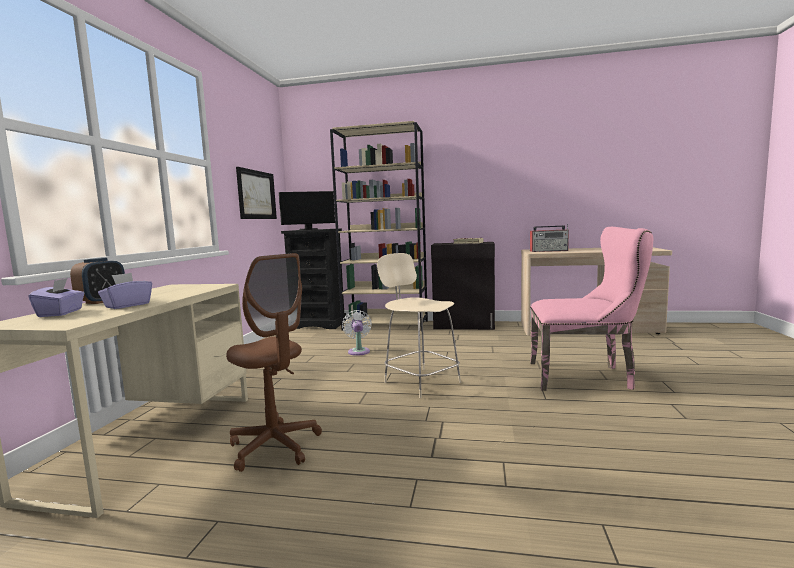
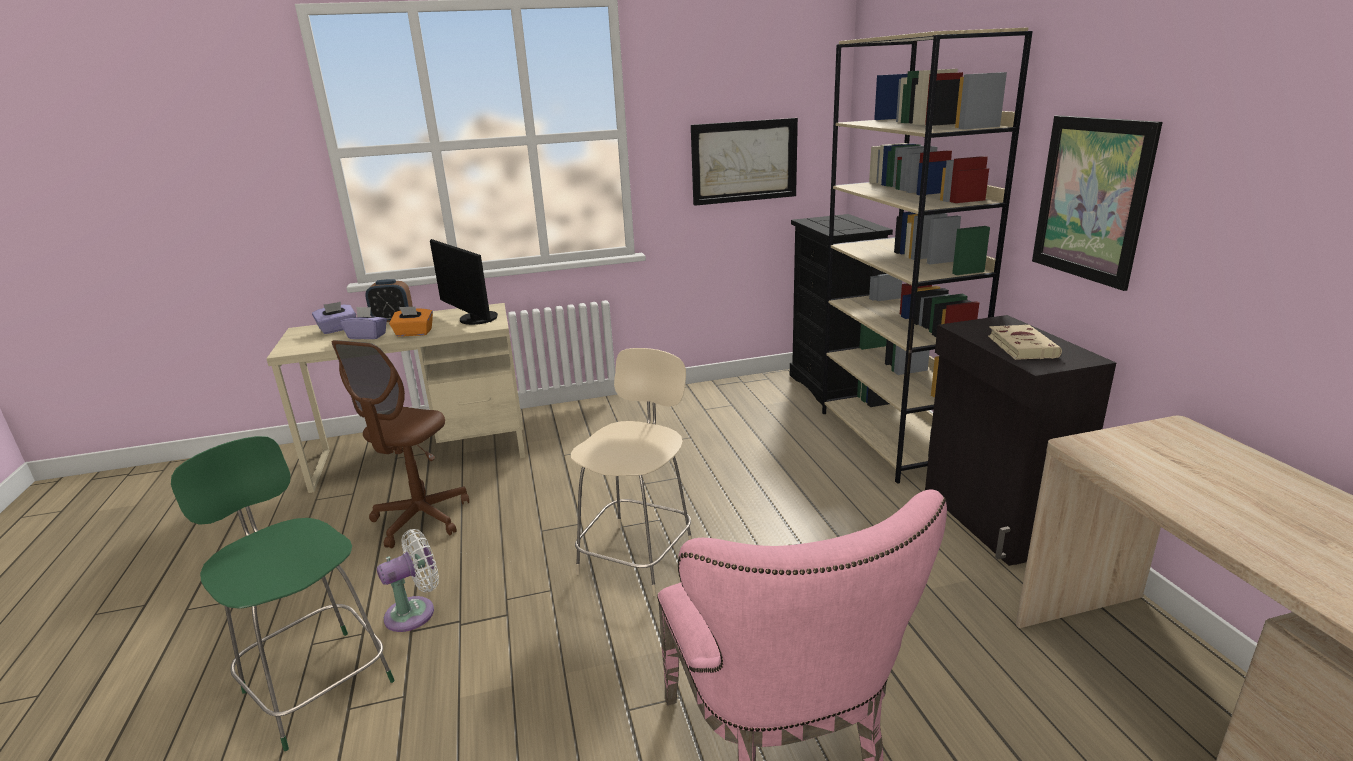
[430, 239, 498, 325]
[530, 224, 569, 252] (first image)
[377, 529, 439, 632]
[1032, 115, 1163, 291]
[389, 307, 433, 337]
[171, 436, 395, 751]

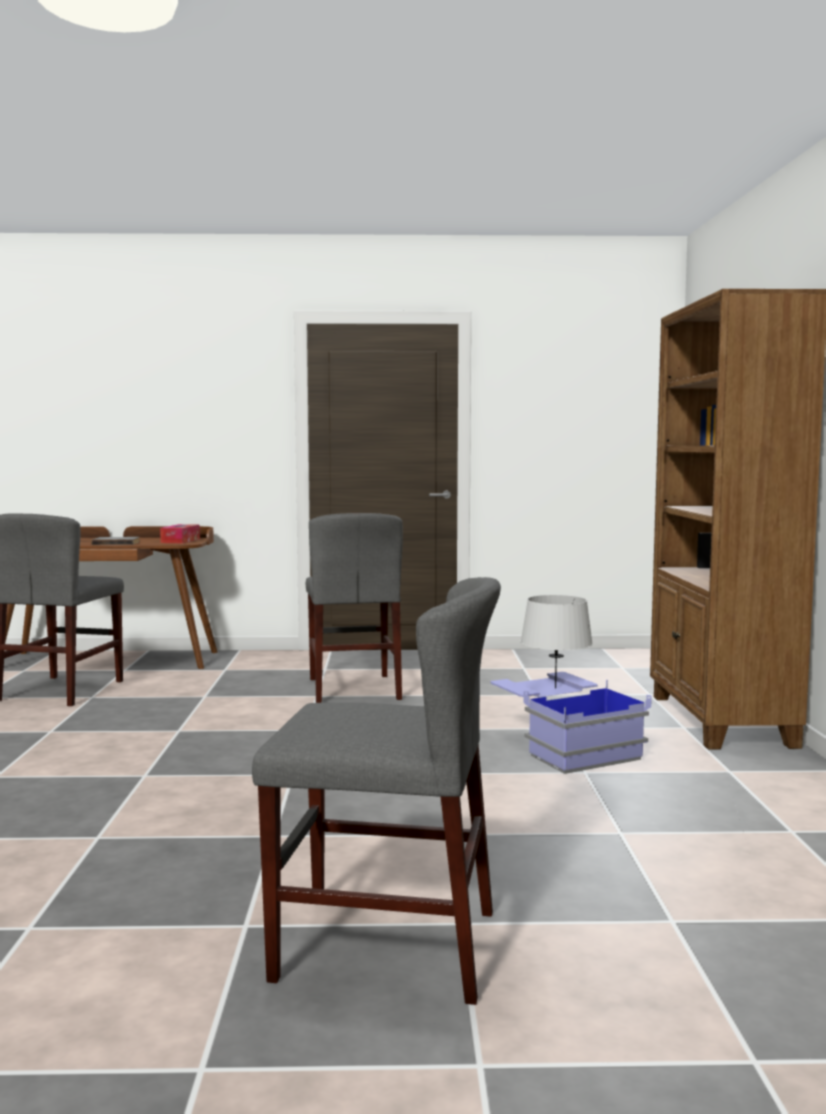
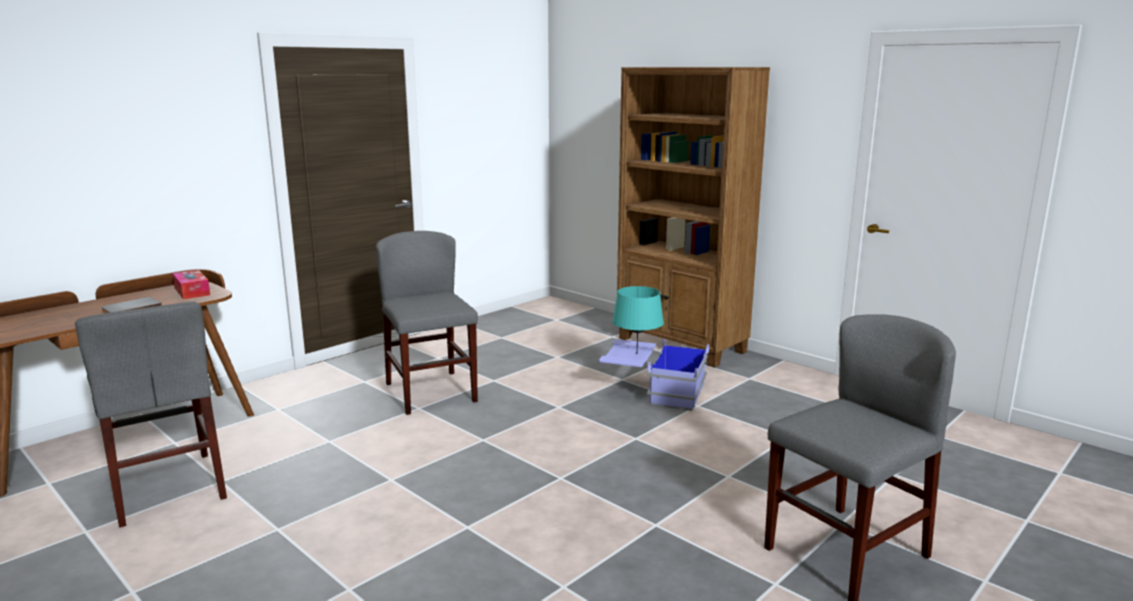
[376, 231, 478, 415]
[612, 286, 664, 351]

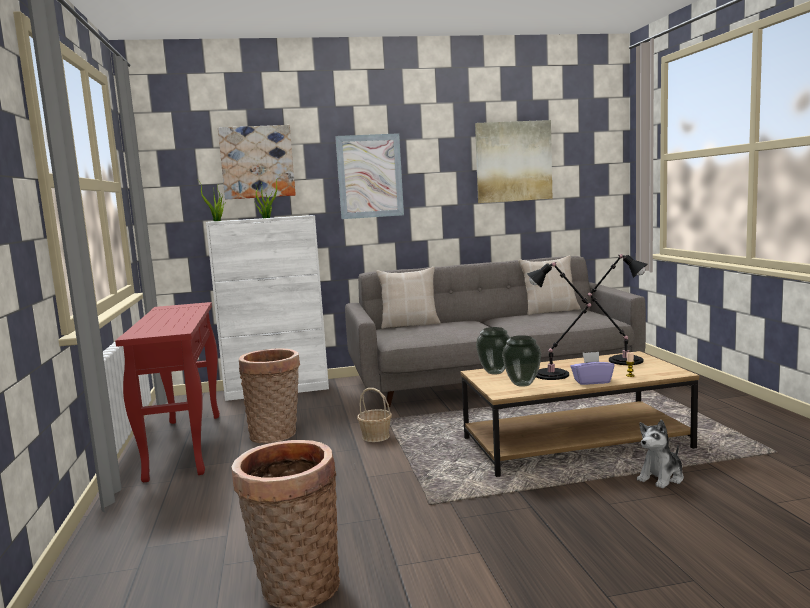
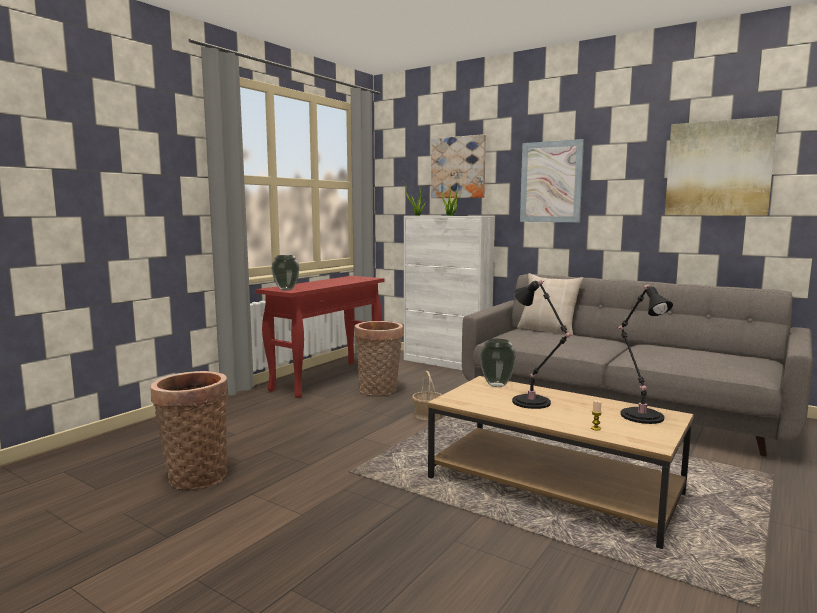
[518, 255, 581, 315] (first image)
[271, 255, 300, 291]
[570, 352, 615, 385] (first image)
[637, 420, 684, 489] (first image)

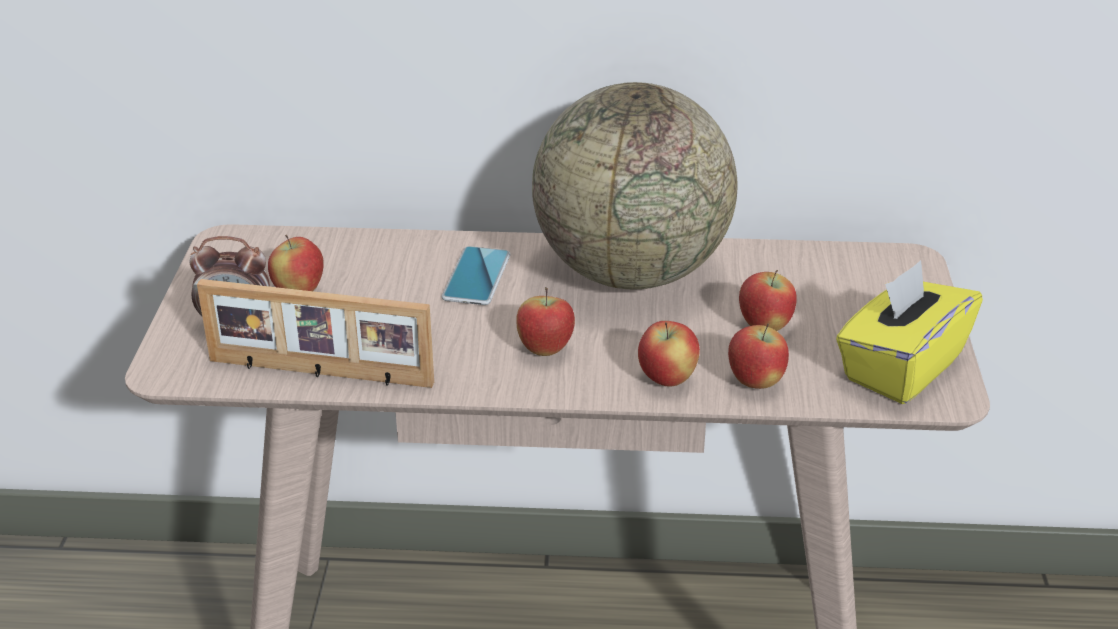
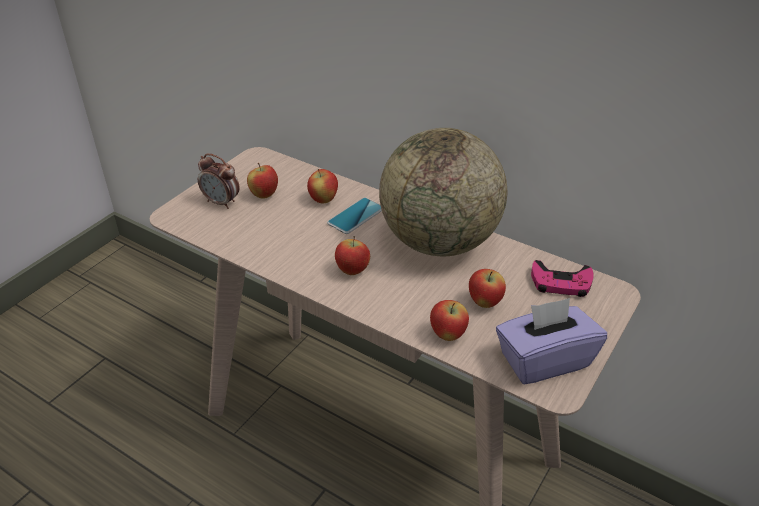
[496, 298, 607, 385]
[197, 279, 434, 388] (first image)
[307, 169, 338, 203]
[531, 260, 594, 297]

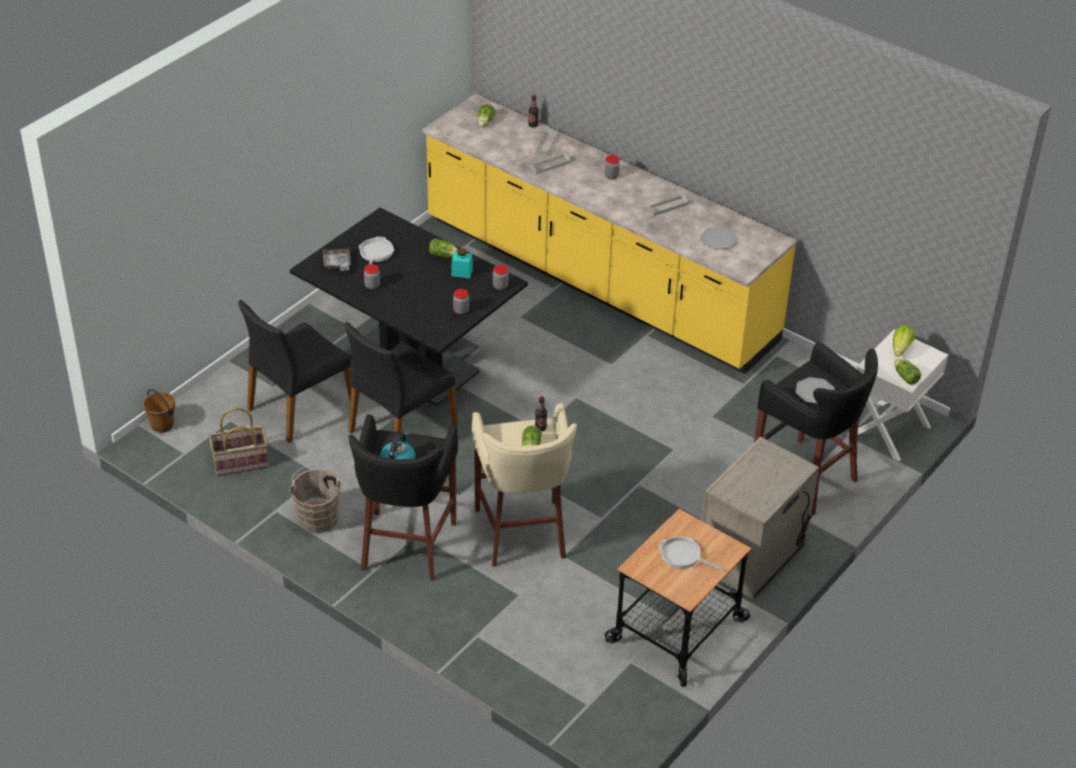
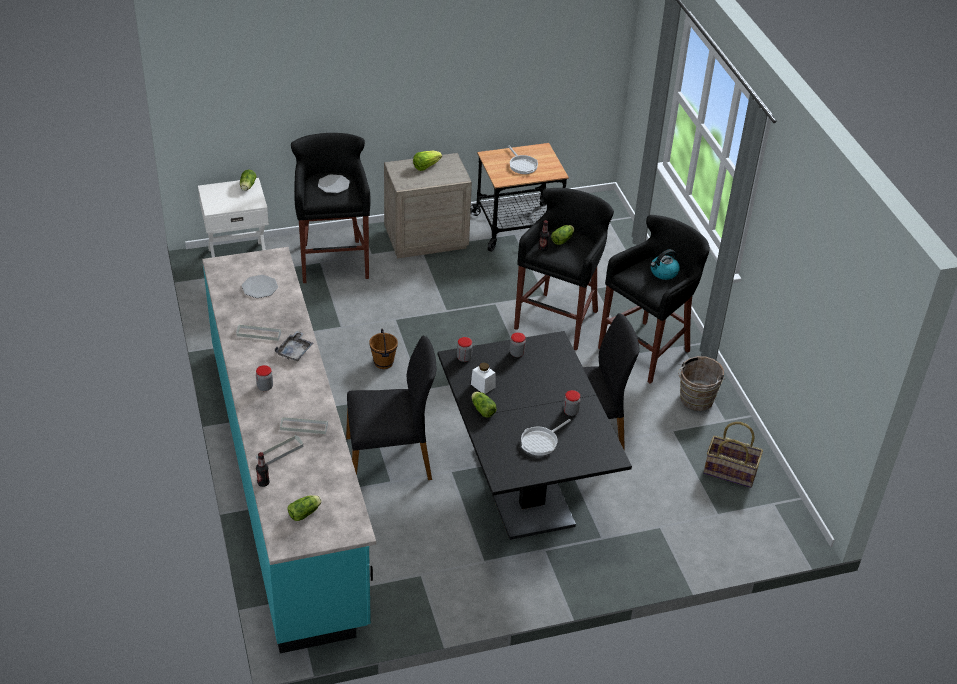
[202, 247, 376, 653]
[275, 331, 313, 361]
[471, 362, 495, 394]
[346, 336, 437, 480]
[413, 151, 442, 171]
[369, 329, 398, 369]
[514, 188, 614, 351]

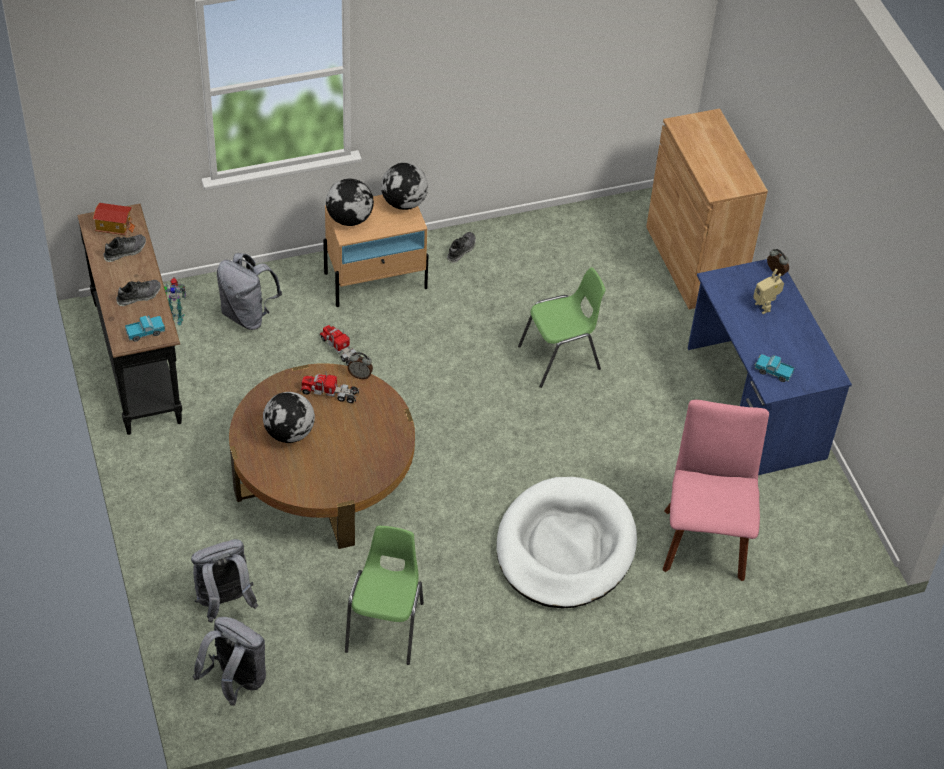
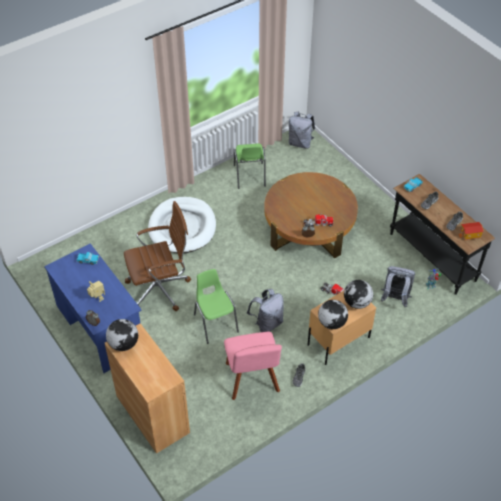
[194, 269, 239, 344]
[106, 319, 138, 351]
[224, 332, 282, 400]
[247, 289, 284, 332]
[124, 201, 191, 311]

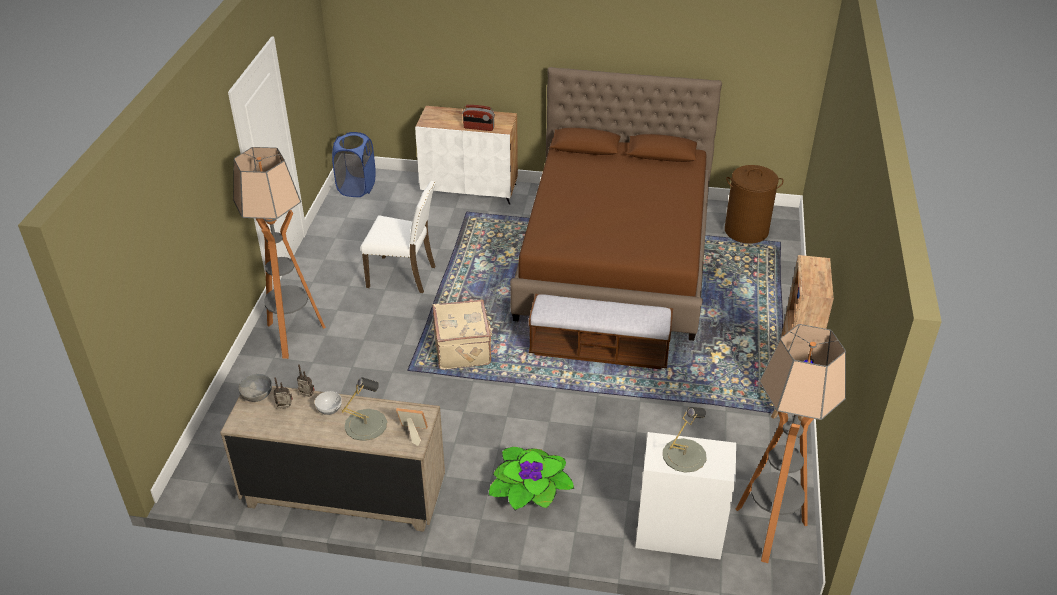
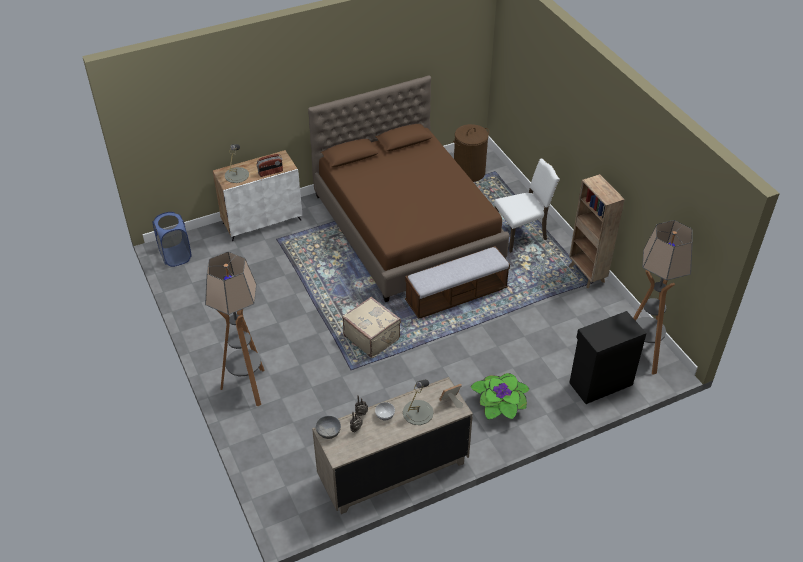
[494, 158, 560, 253]
[225, 144, 249, 183]
[569, 311, 647, 404]

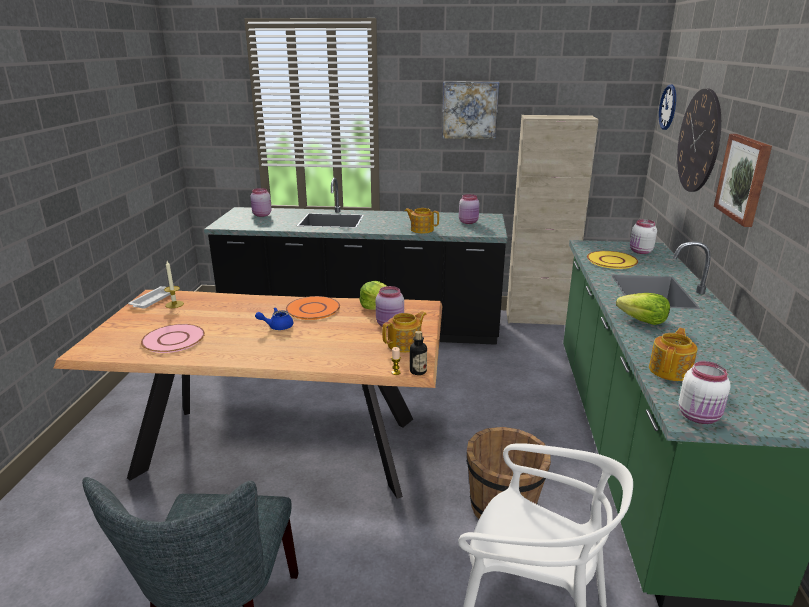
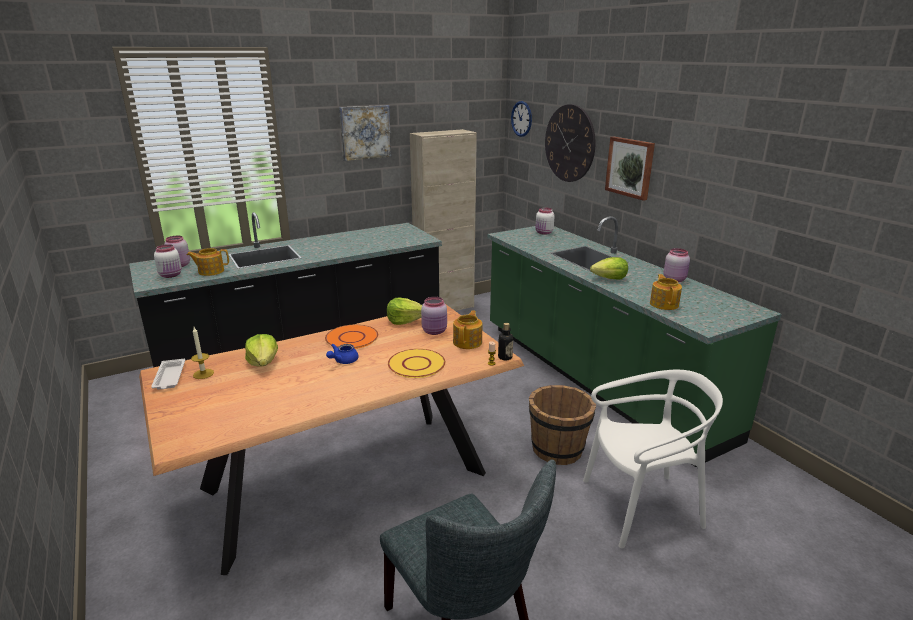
[664, 248, 690, 282]
[187, 248, 229, 276]
[388, 349, 445, 378]
[141, 324, 205, 353] (first image)
[154, 244, 182, 278]
[245, 334, 278, 367]

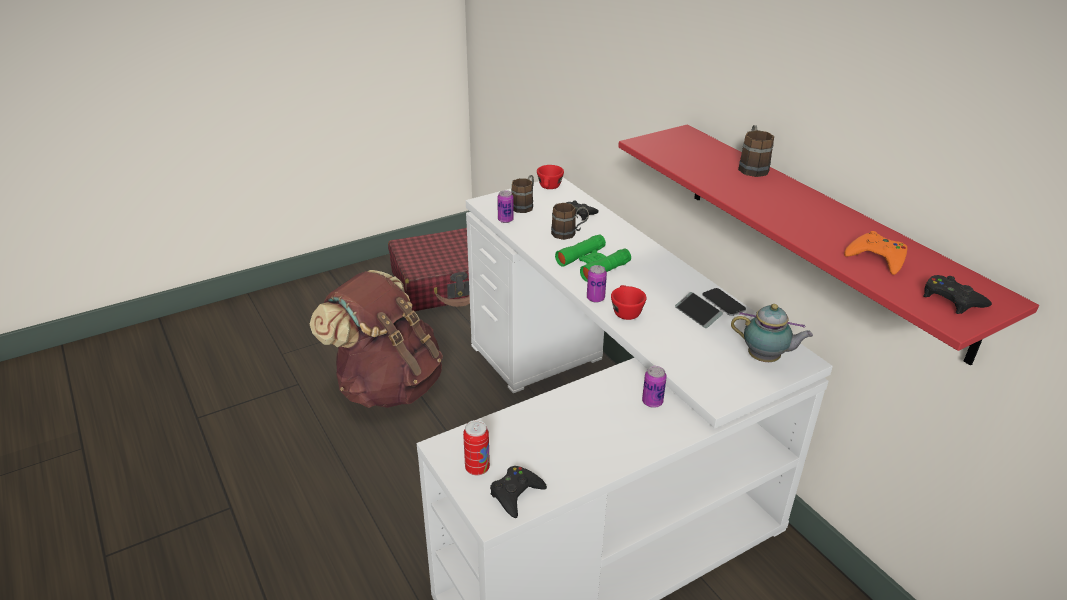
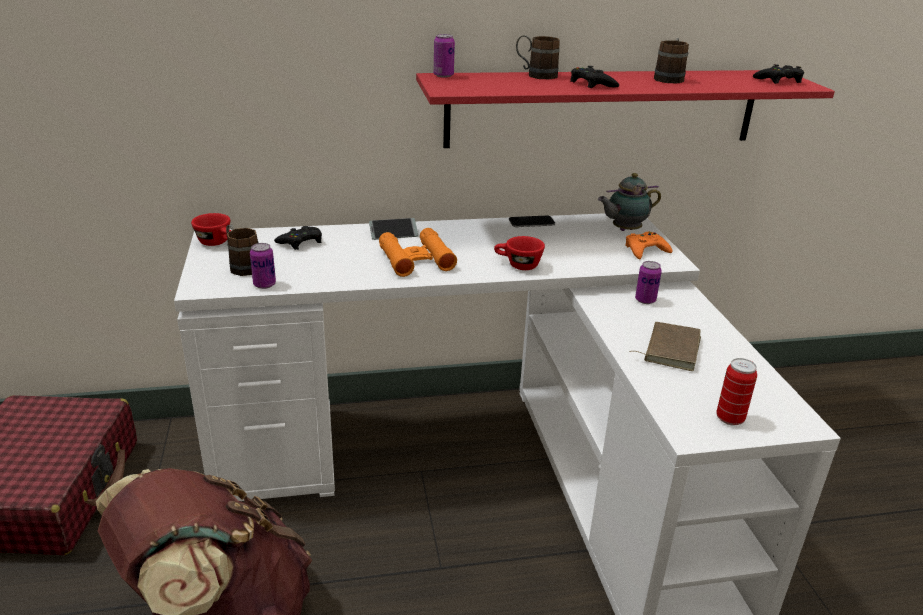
[654, 38, 689, 83]
[625, 232, 672, 259]
[379, 228, 457, 277]
[434, 34, 455, 78]
[369, 218, 418, 240]
[598, 173, 661, 231]
[570, 66, 619, 88]
[630, 322, 701, 371]

